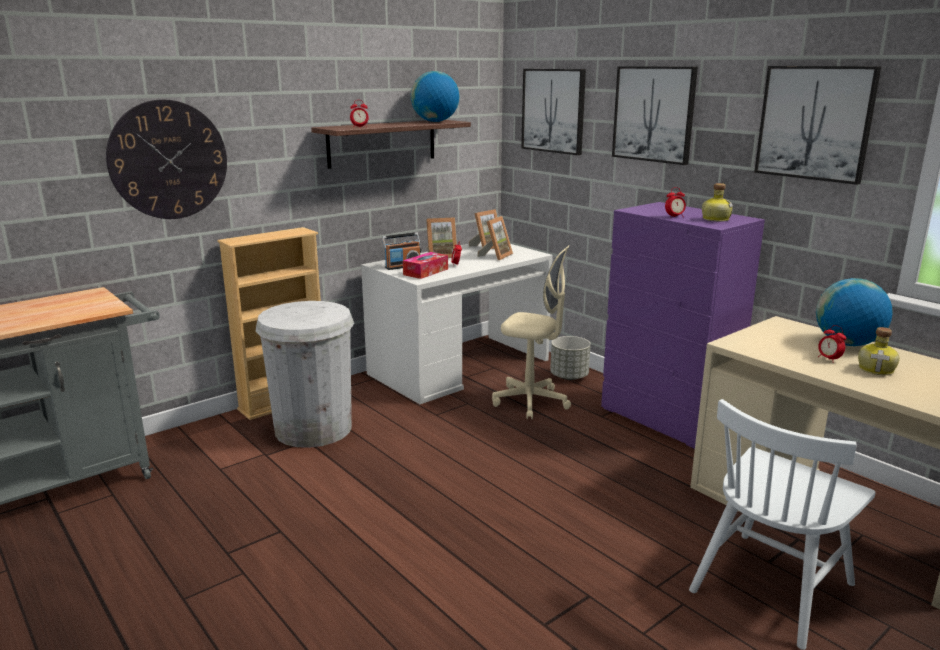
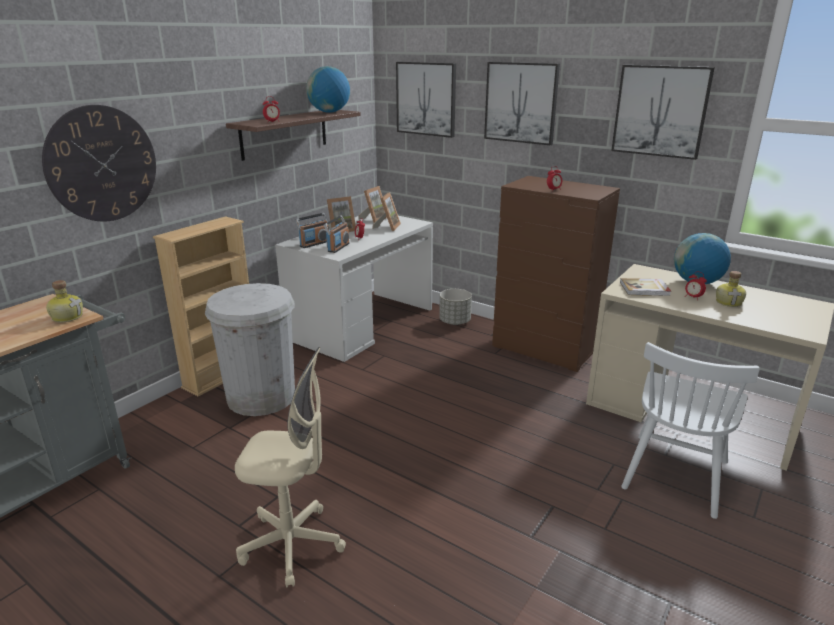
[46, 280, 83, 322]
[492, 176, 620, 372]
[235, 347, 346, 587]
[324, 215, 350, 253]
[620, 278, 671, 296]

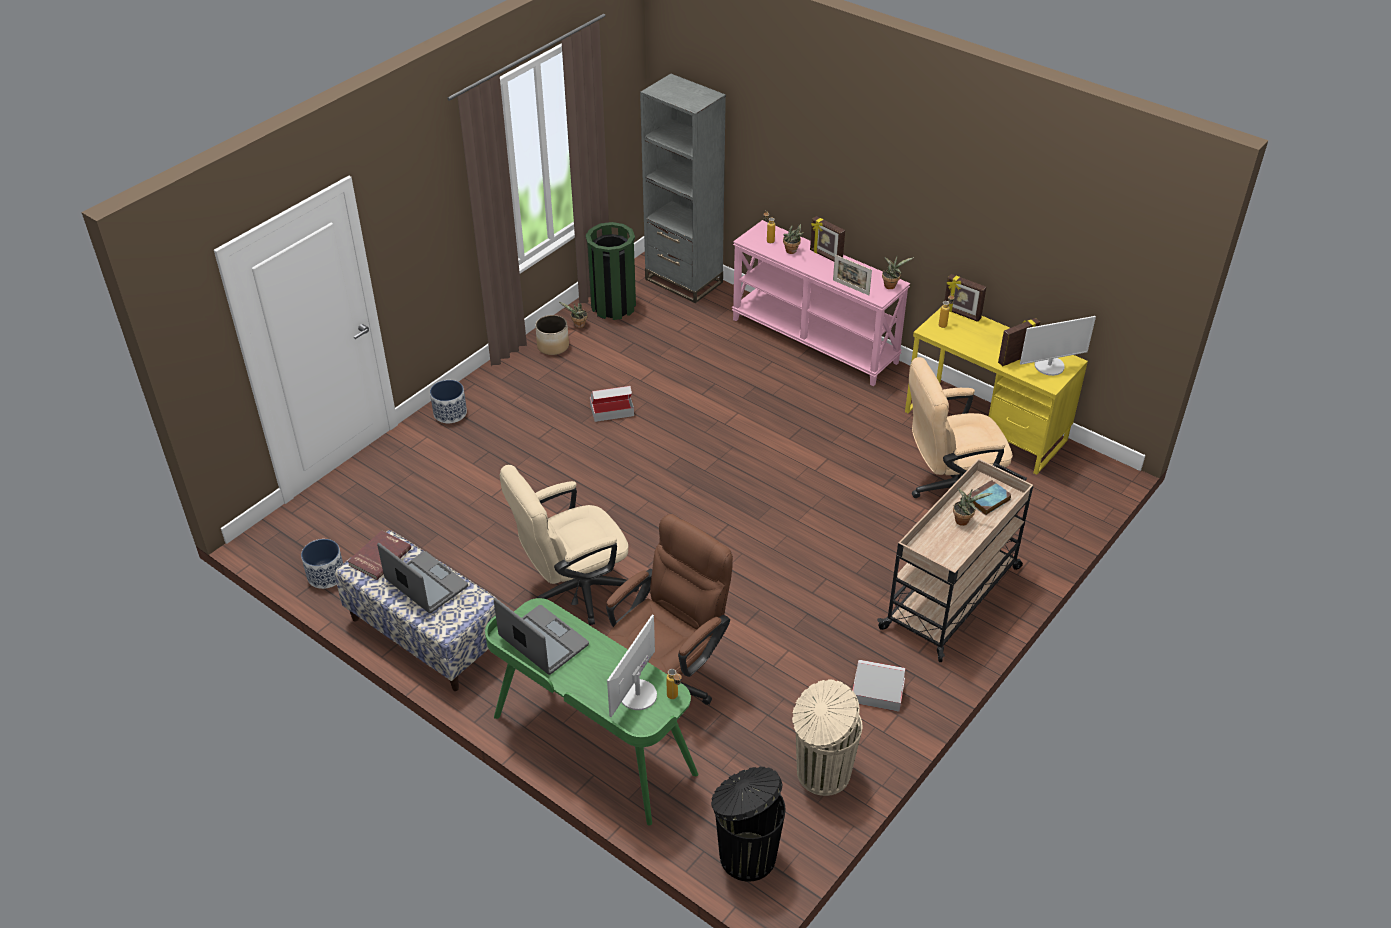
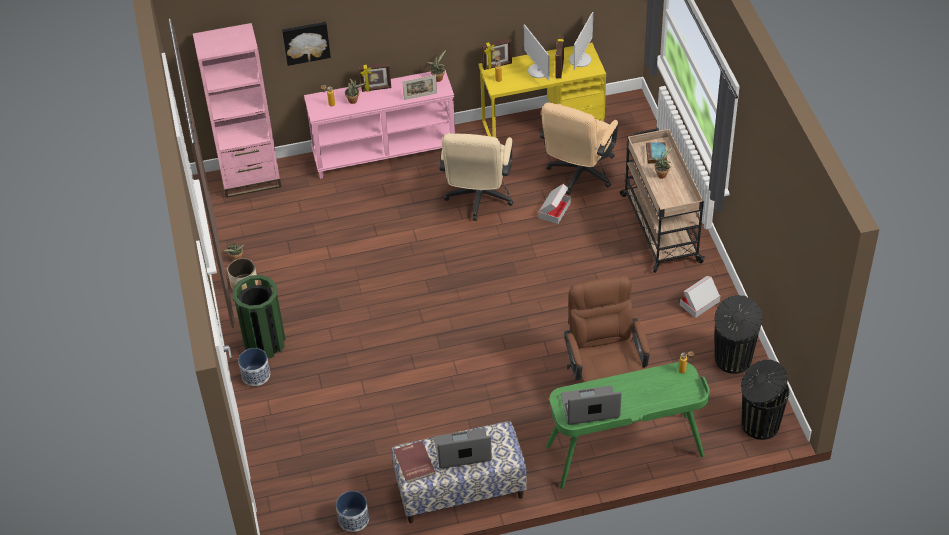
[193, 23, 281, 198]
[233, 275, 286, 358]
[538, 184, 571, 224]
[440, 133, 514, 221]
[524, 24, 550, 81]
[715, 295, 762, 374]
[282, 22, 331, 66]

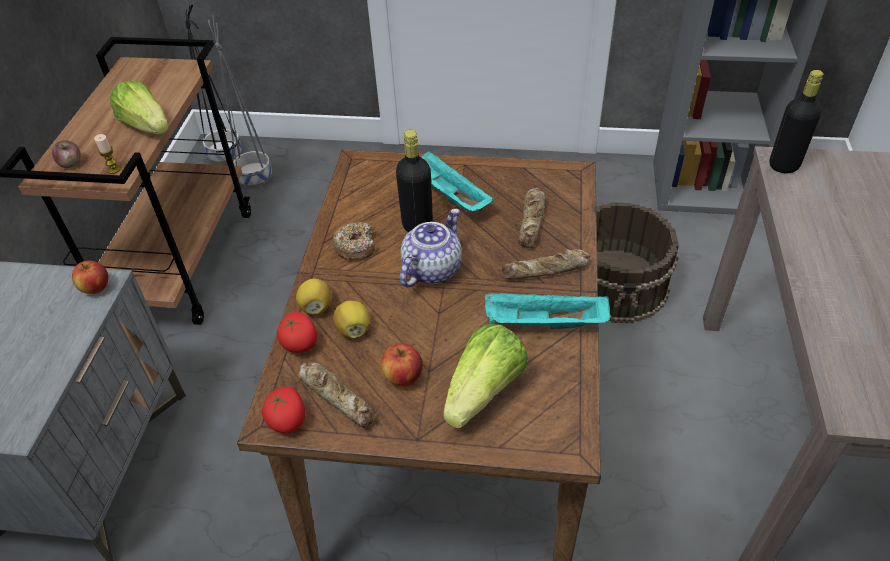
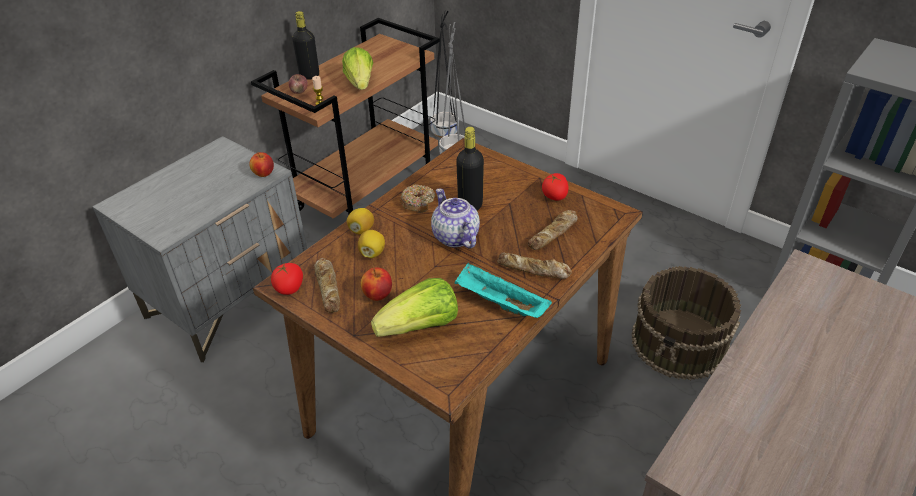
[292, 11, 319, 80]
[421, 151, 494, 212] (first image)
[431, 188, 480, 249]
[542, 173, 569, 200]

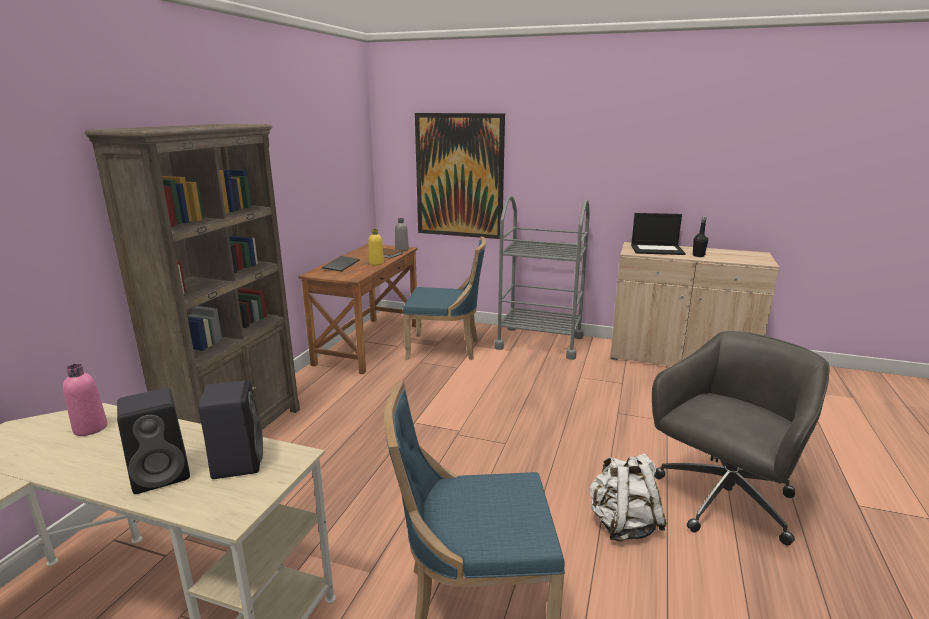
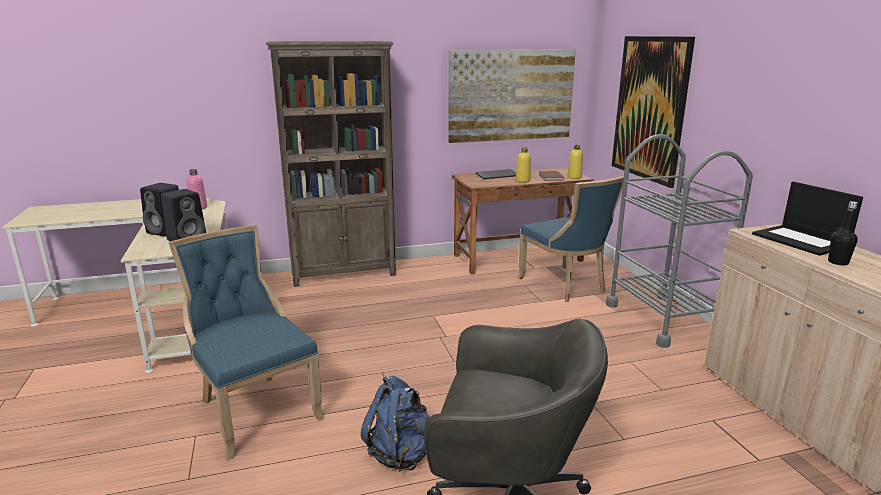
[567, 145, 583, 179]
[361, 376, 429, 472]
[448, 49, 576, 143]

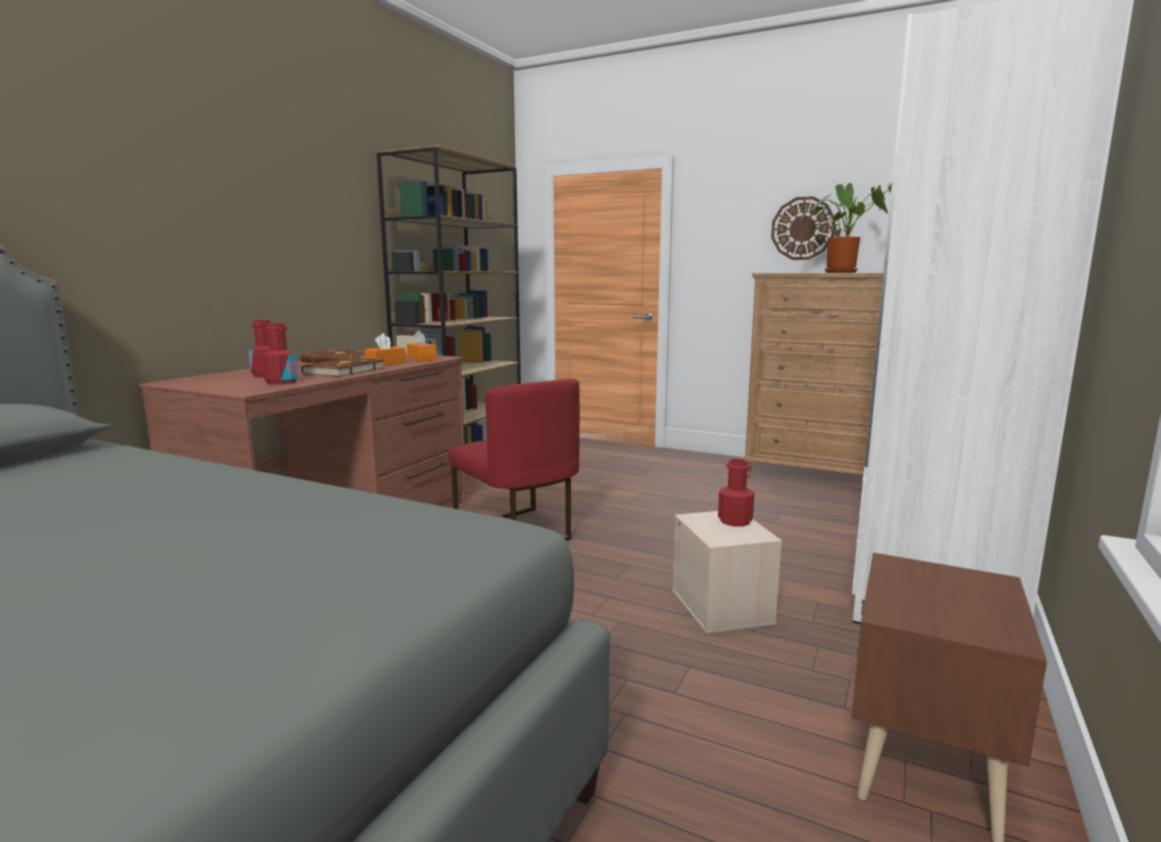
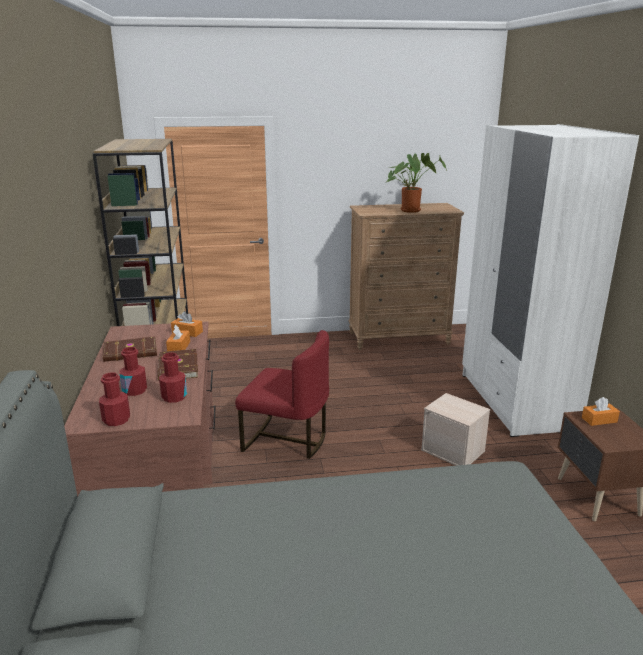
[771, 196, 835, 260] (first image)
[99, 372, 130, 426]
[582, 397, 620, 426]

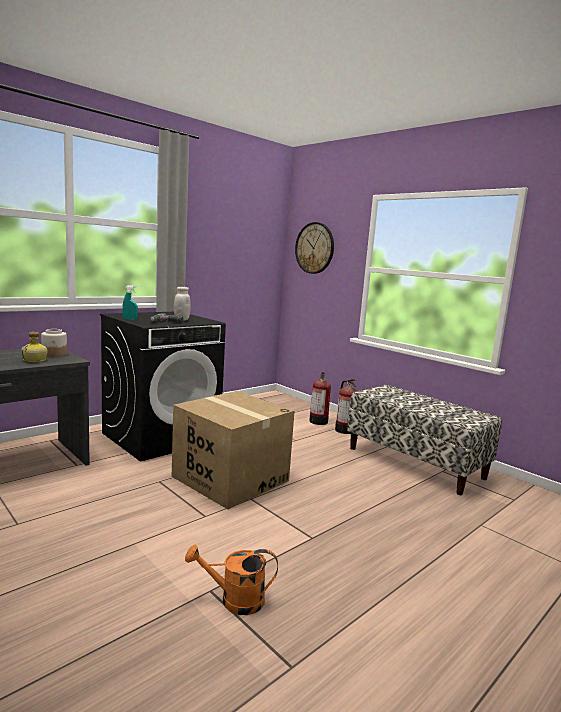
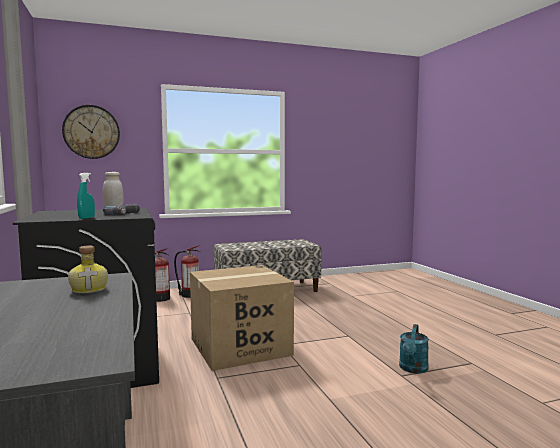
[41, 329, 67, 357] (first image)
[399, 324, 429, 373]

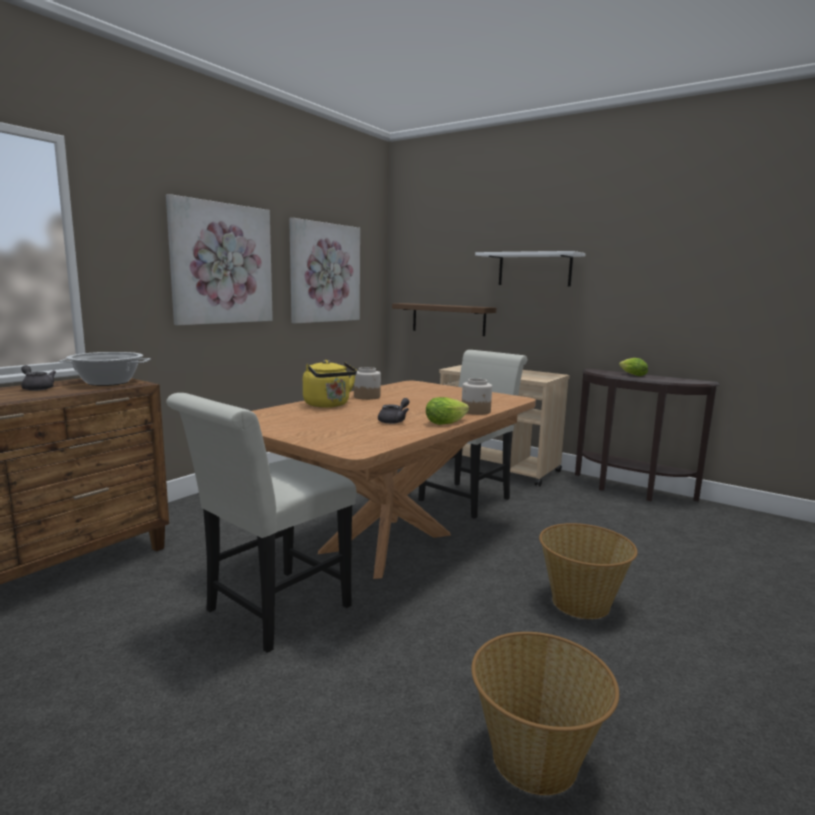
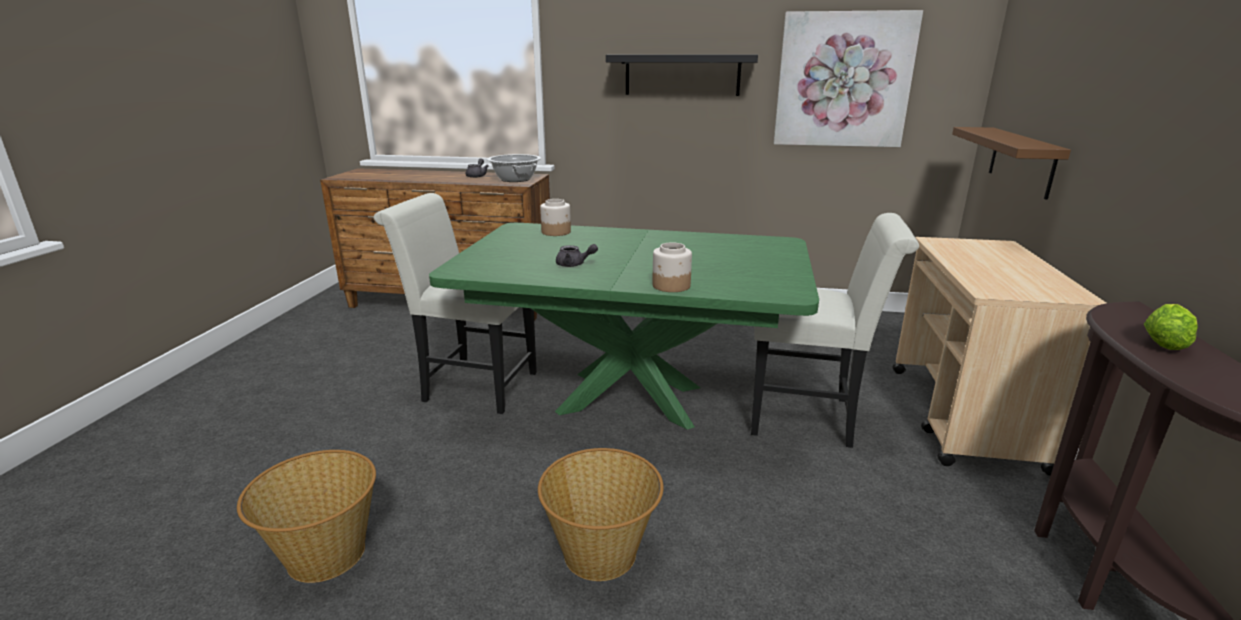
[606, 55, 758, 96]
[475, 251, 586, 287] (first image)
[303, 360, 357, 408] (first image)
[540, 199, 571, 236]
[429, 223, 819, 430]
[426, 397, 469, 425] (first image)

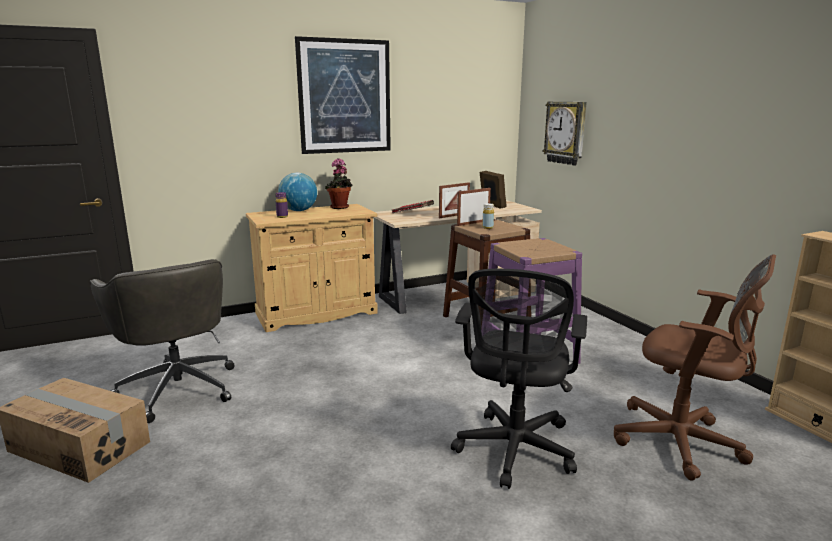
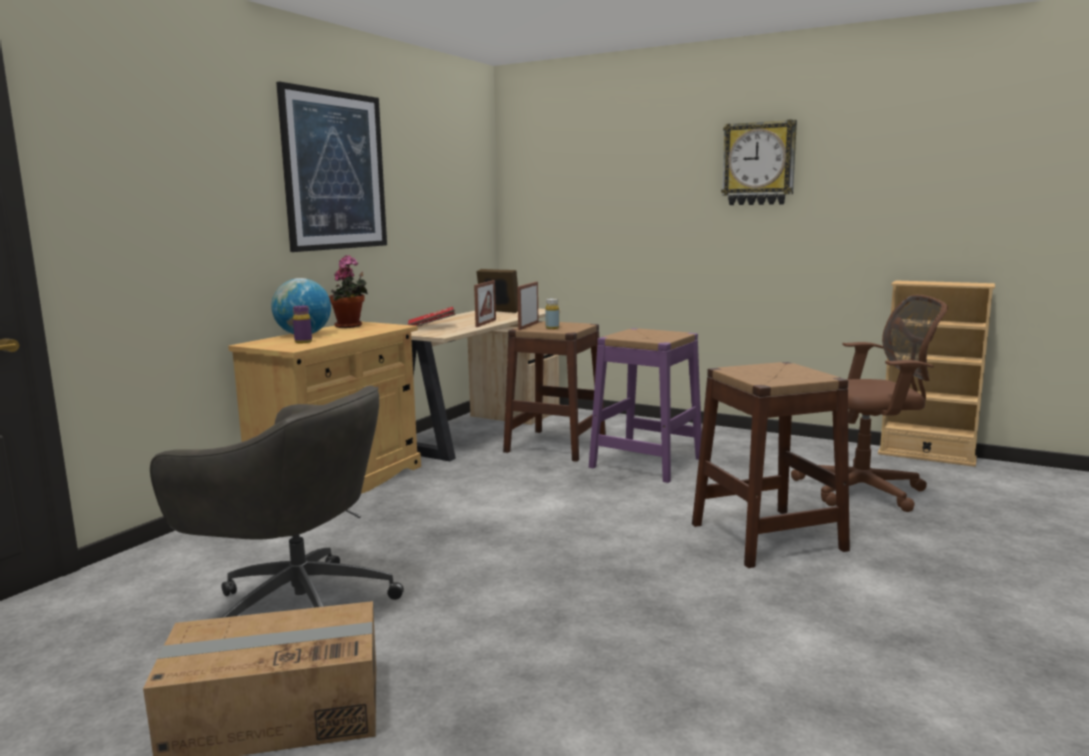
[721, 119, 797, 205]
[692, 362, 850, 568]

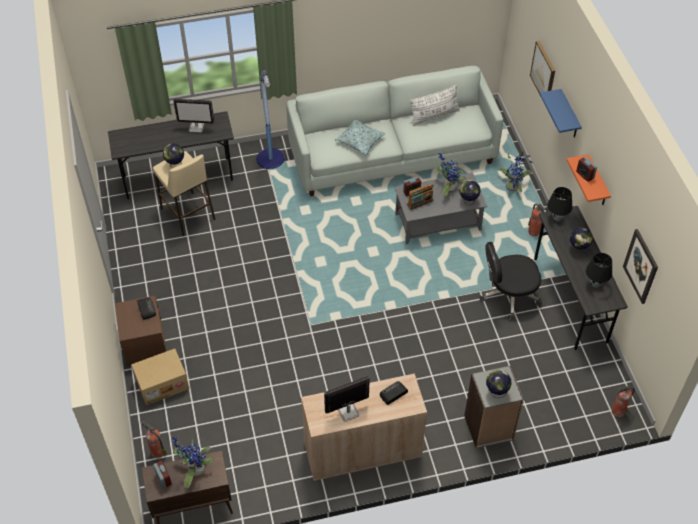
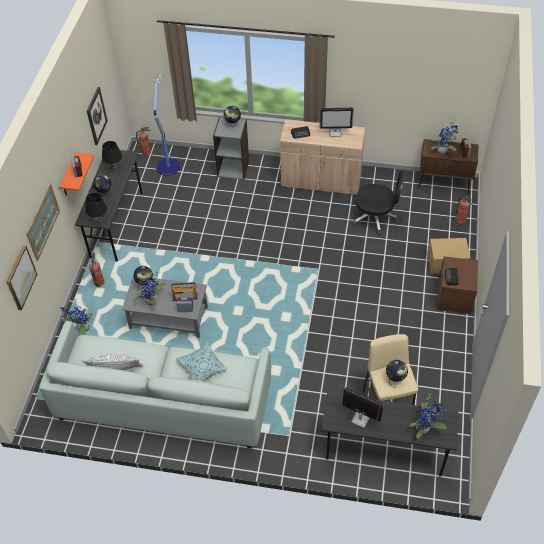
[153, 73, 180, 176]
[26, 183, 60, 261]
[353, 171, 405, 236]
[409, 393, 447, 439]

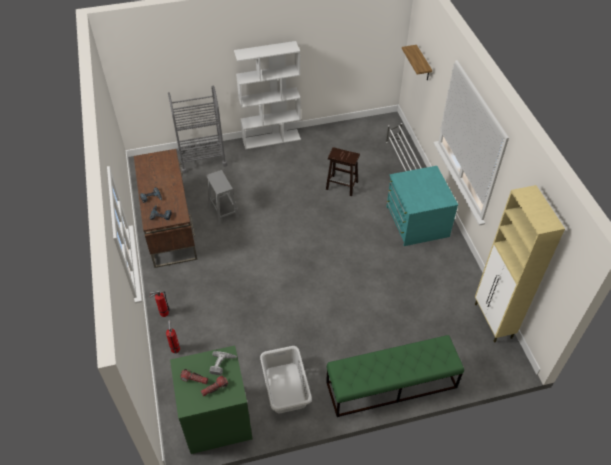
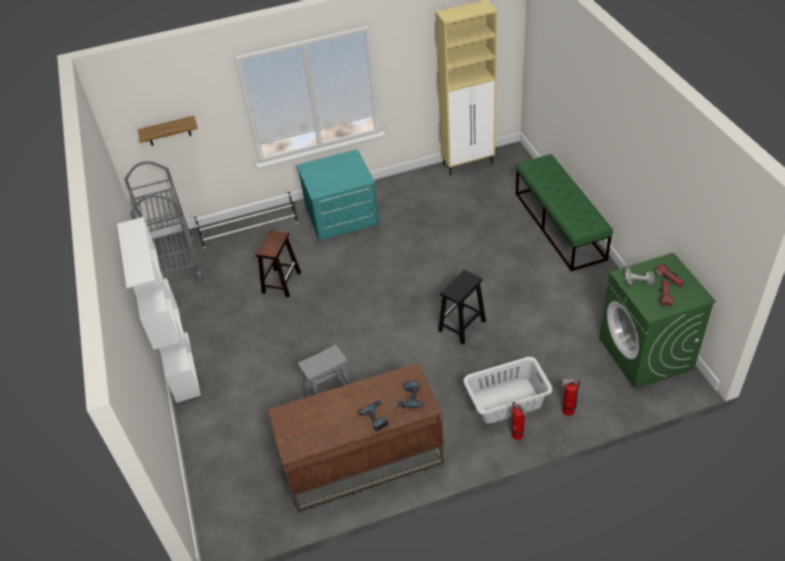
[125, 161, 203, 279]
[463, 357, 553, 424]
[438, 270, 486, 345]

